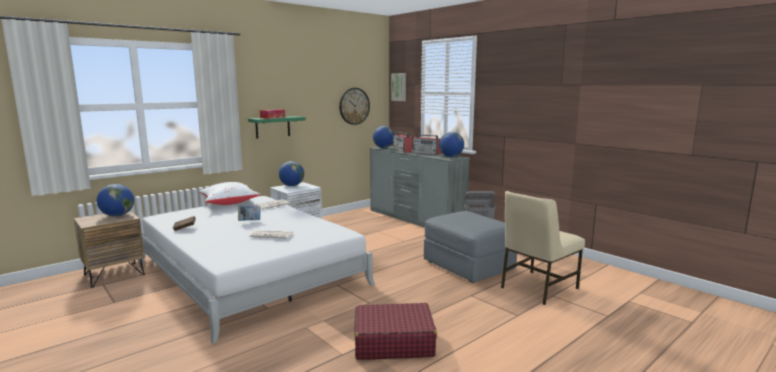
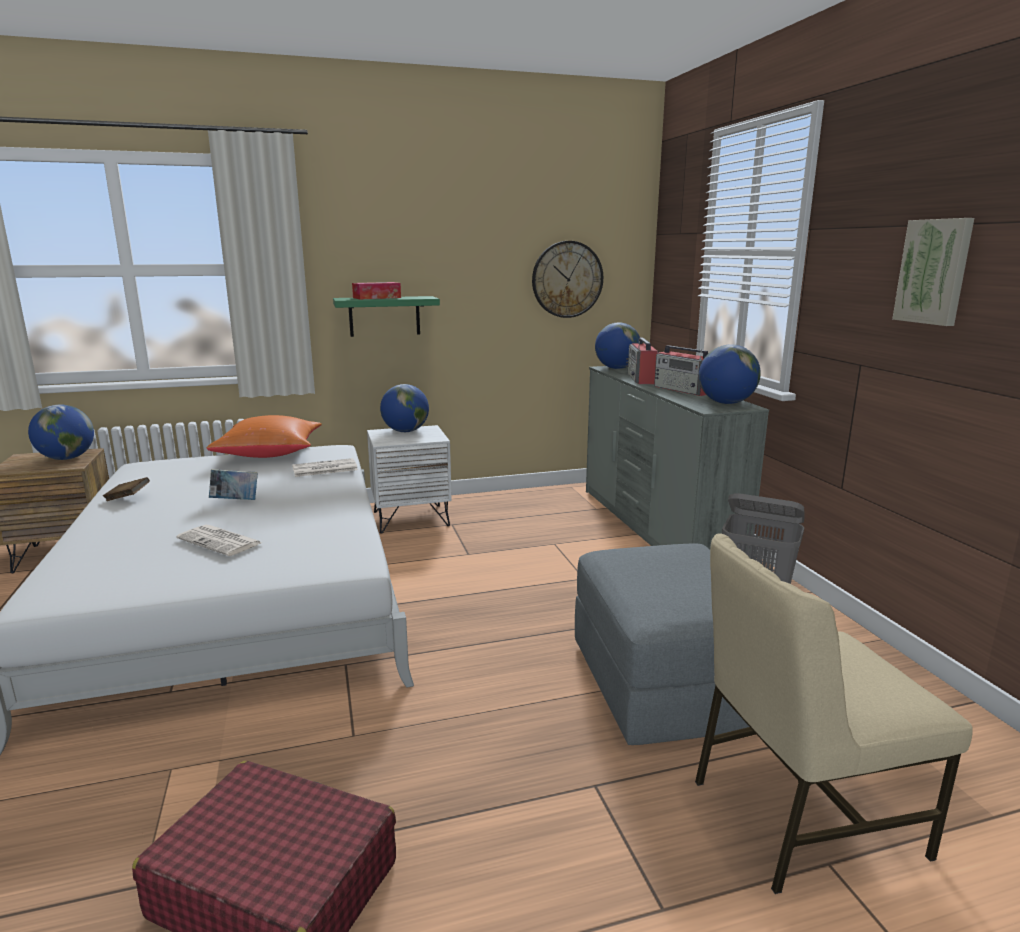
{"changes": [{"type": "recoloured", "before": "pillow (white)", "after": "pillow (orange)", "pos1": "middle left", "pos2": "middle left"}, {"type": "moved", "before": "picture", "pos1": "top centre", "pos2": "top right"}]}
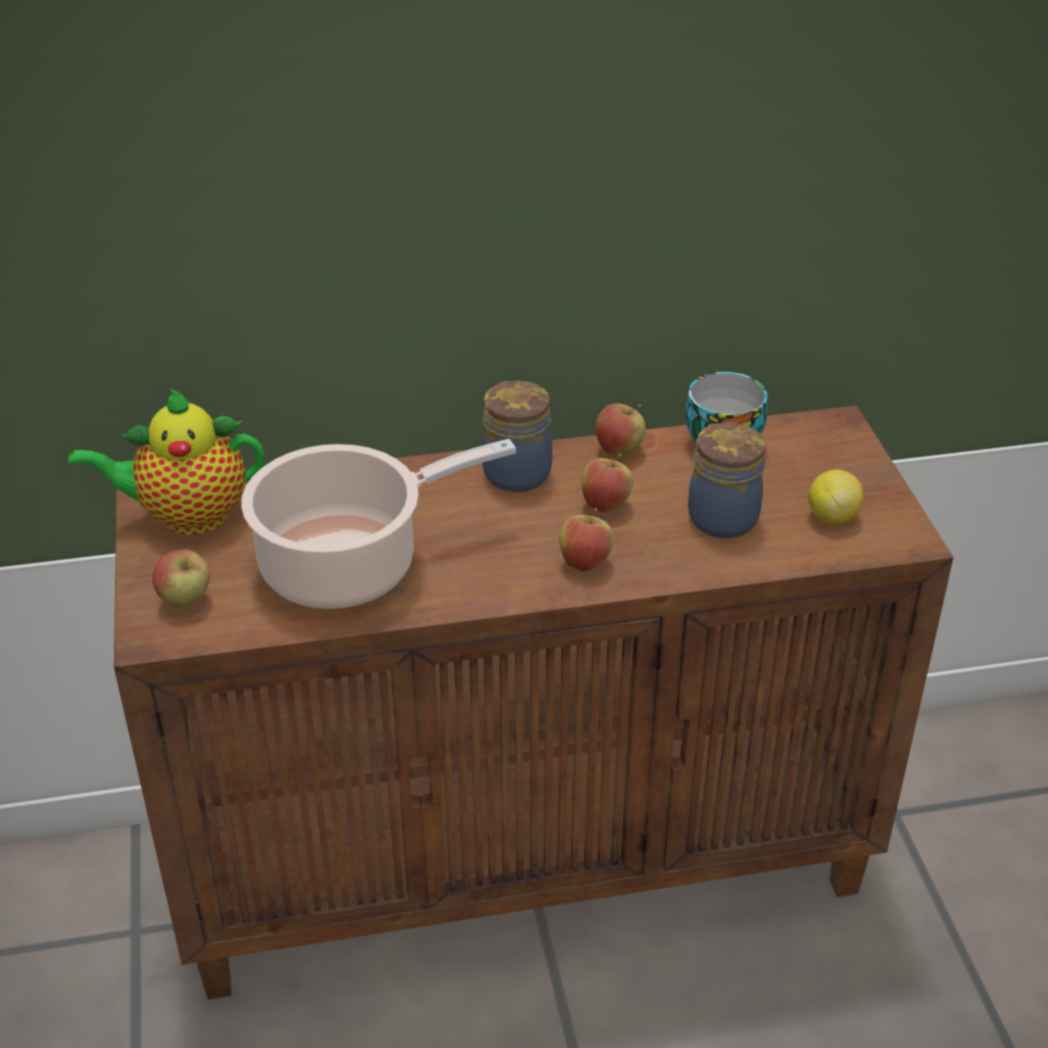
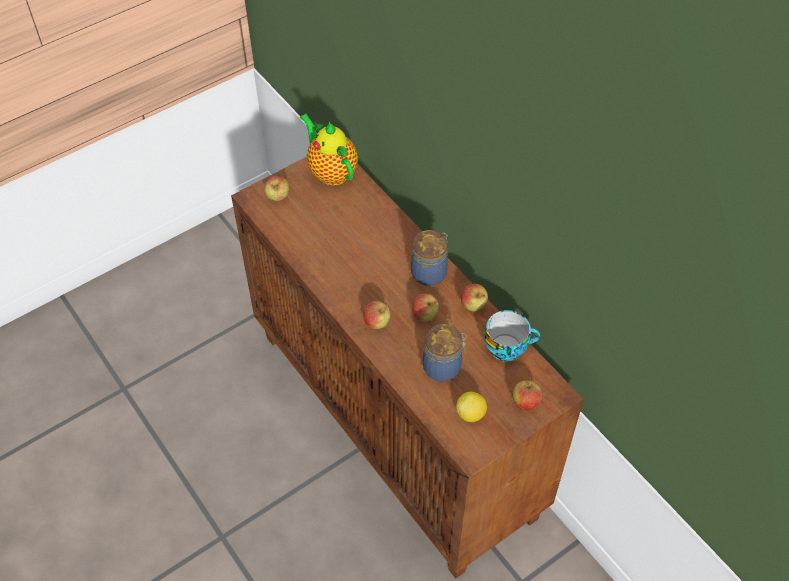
{"changes": [{"type": "added", "after": "apple (5th from left)", "pos2": "bottom right"}, {"type": "removed", "before": "cooking pot", "pos1": "centre"}]}
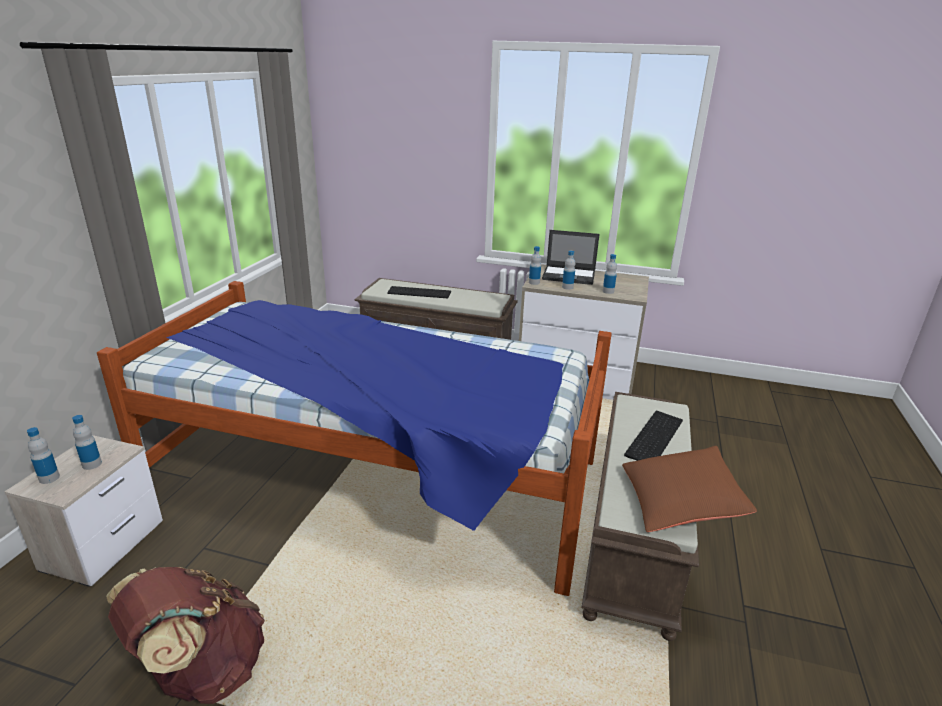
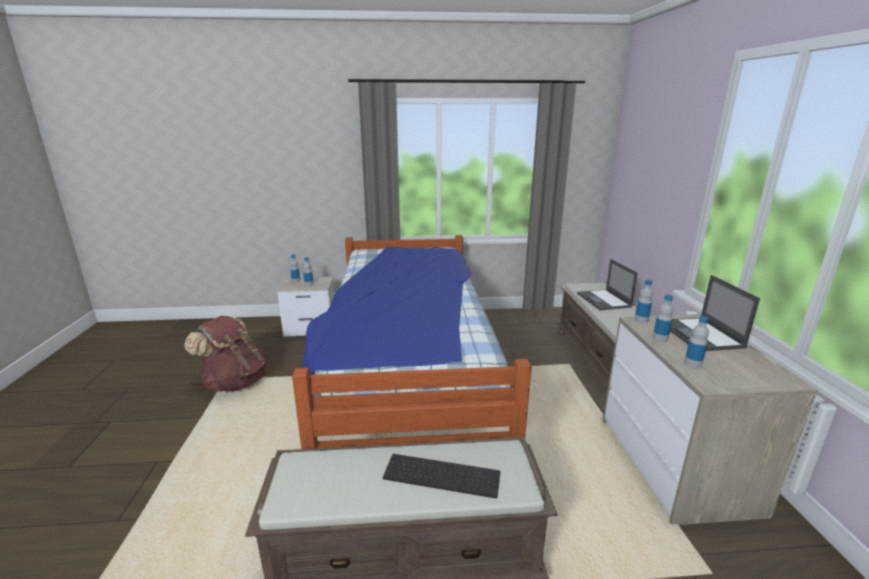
{"changes": [{"type": "replaced", "before": "keyboard (1st from left)", "after": "laptop (1st from left)", "pos1": "centre", "pos2": "middle right"}, {"type": "removed", "before": "pillow (brown)", "pos1": "bottom right"}]}
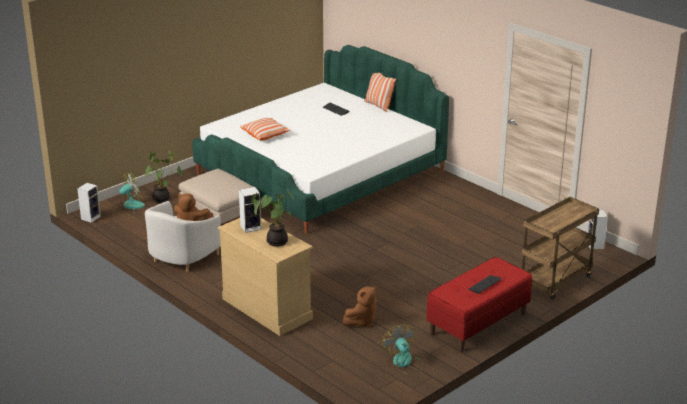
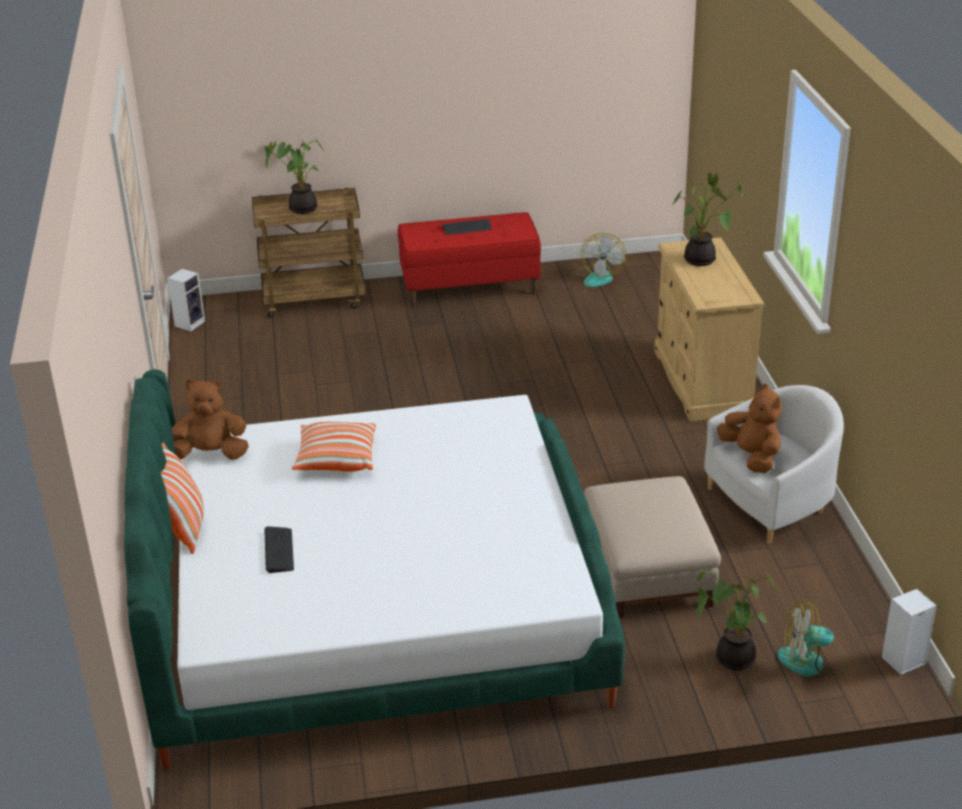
{"changes": [{"type": "moved", "before": "plush toy (brown) (2nd from left in the first image)", "after": "plush toy (brown) (1st from left)", "pos1": "bottom centre", "pos2": "middle left"}, {"type": "added", "after": "potted plant (1st from left)", "pos2": "top left"}, {"type": "moved", "before": "pillow (1st from left in the first image)", "after": "pillow (2nd from left)", "pos1": "top centre", "pos2": "centre"}, {"type": "removed", "before": "speaker (2nd from left)", "pos1": "centre"}]}
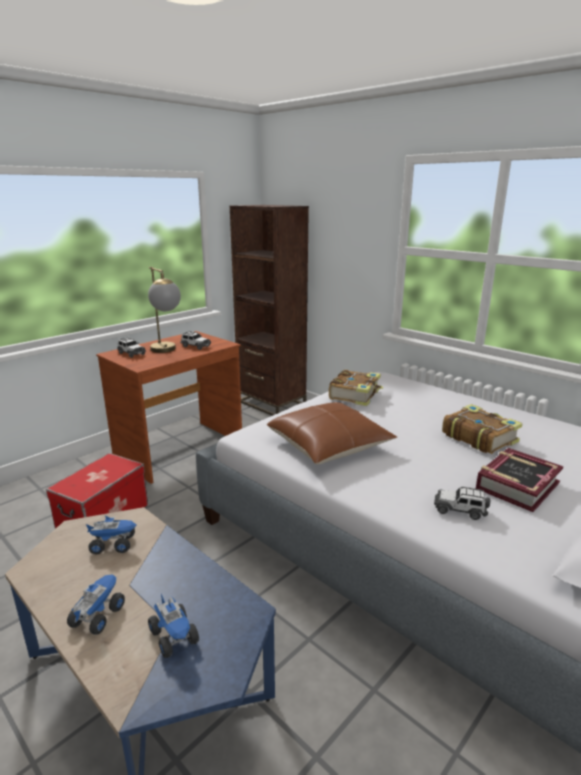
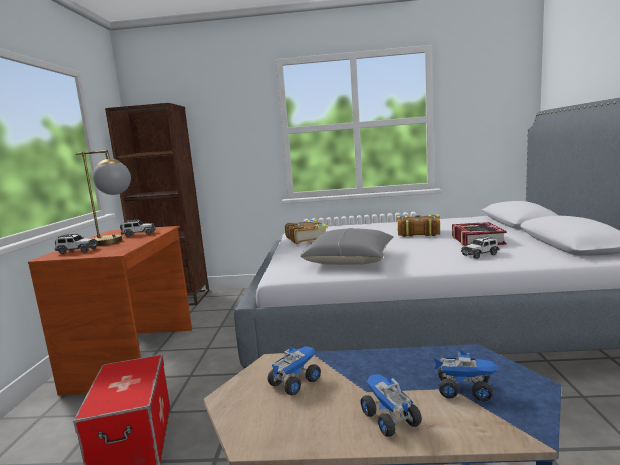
{"changes": [{"type": "recoloured", "before": "pillow (brown)", "after": "pillow (grey)", "pos1": "centre", "pos2": "centre"}]}
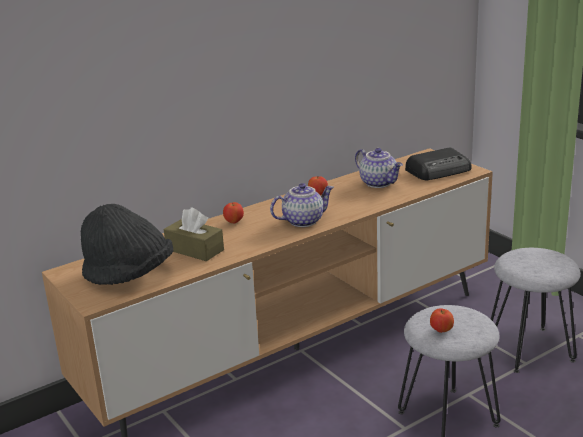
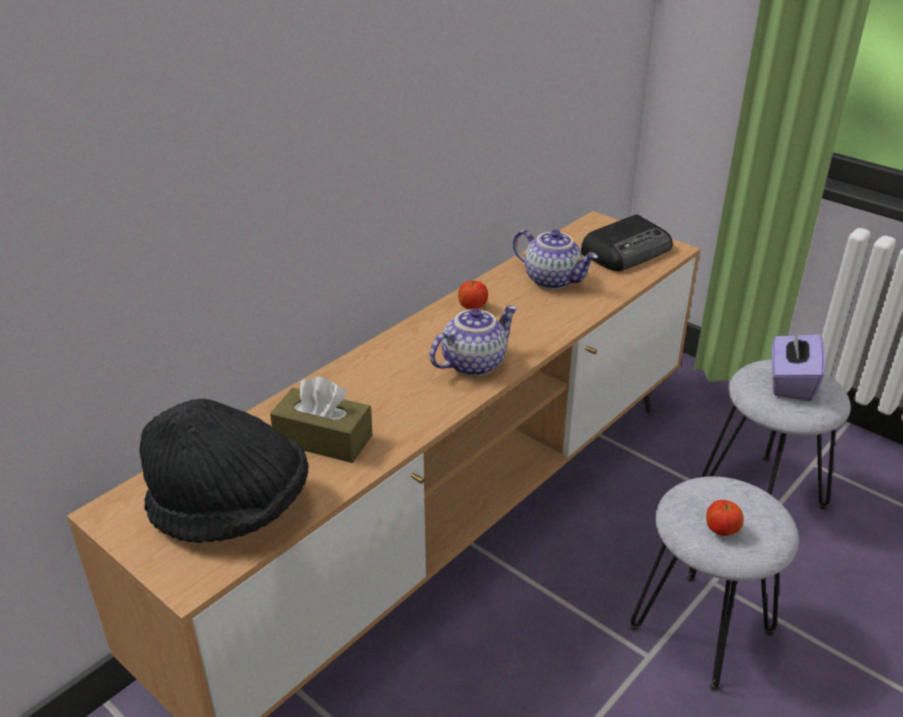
{"changes": [{"type": "added", "after": "tissue box (purple)", "pos2": "middle right"}, {"type": "removed", "before": "apple (1st from left)", "pos1": "centre"}]}
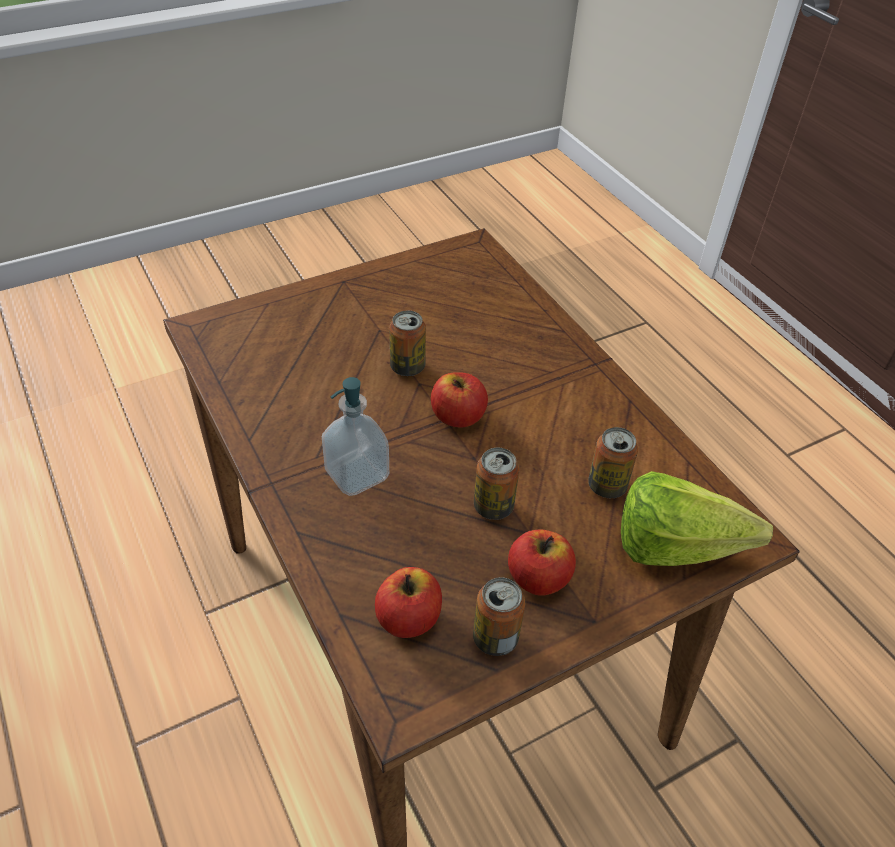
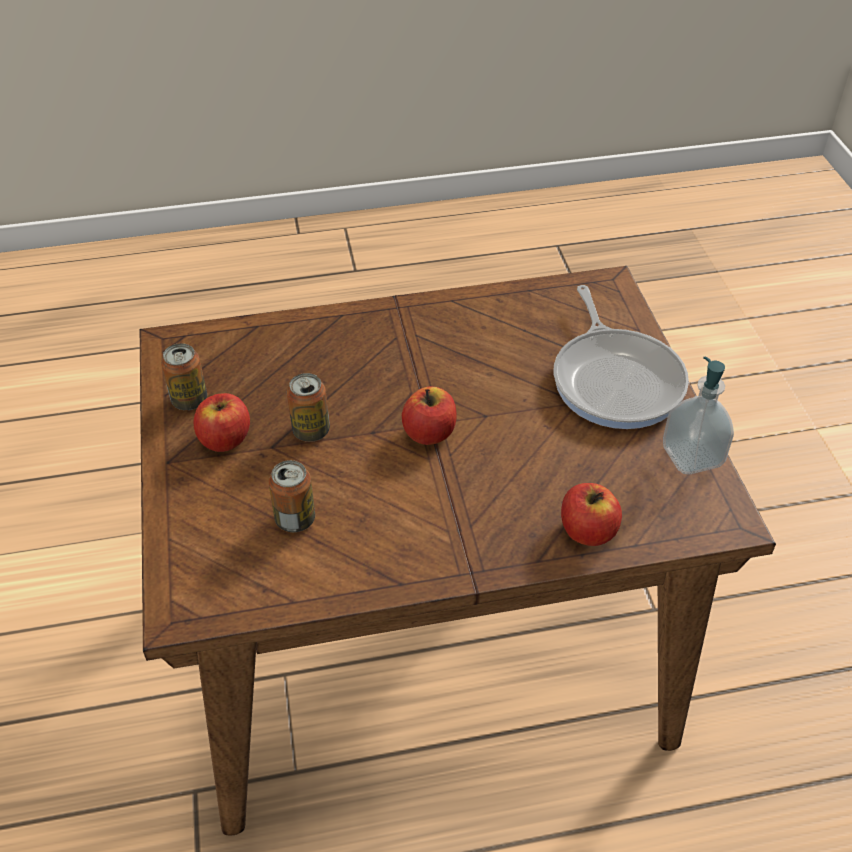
{"changes": [{"type": "added", "after": "frying pan", "pos2": "middle right"}, {"type": "moved", "before": "apple (1st from left in the first image)", "after": "apple (3rd from left)", "pos1": "bottom centre", "pos2": "middle right"}, {"type": "moved", "before": "soap dispenser", "pos1": "centre", "pos2": "middle right"}, {"type": "removed", "before": "can (1st from left)", "pos1": "centre"}, {"type": "removed", "before": "lettuce", "pos1": "middle right"}]}
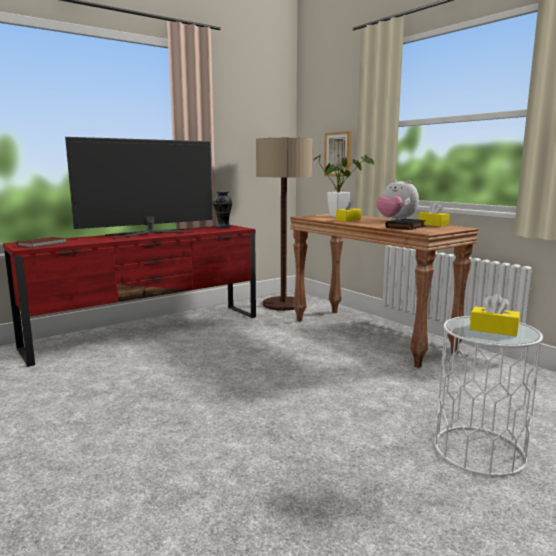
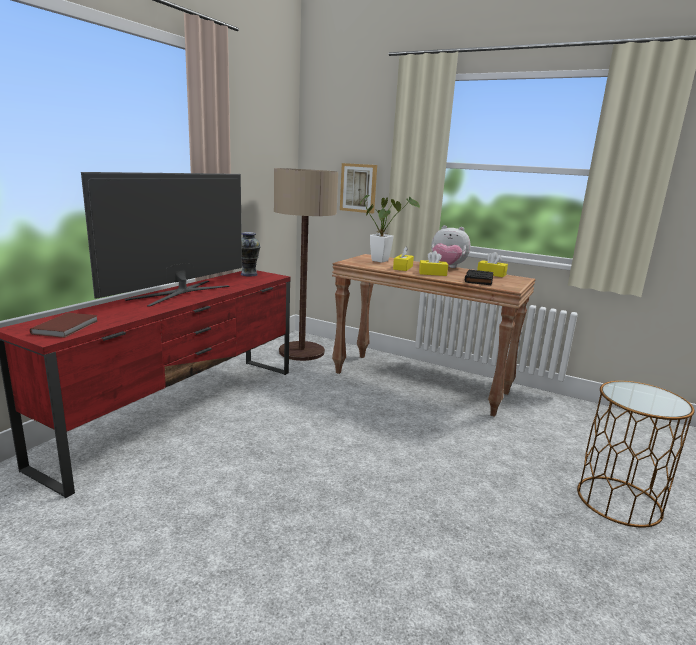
{"changes": [{"type": "moved", "before": "tissue box (yellow) (3rd from left in the first image)", "after": "tissue box (yellow) (2nd from left)", "pos1": "middle right", "pos2": "centre"}, {"type": "recoloured", "before": "side table (white)", "after": "side table (brown)", "pos1": "bottom right", "pos2": "bottom right"}]}
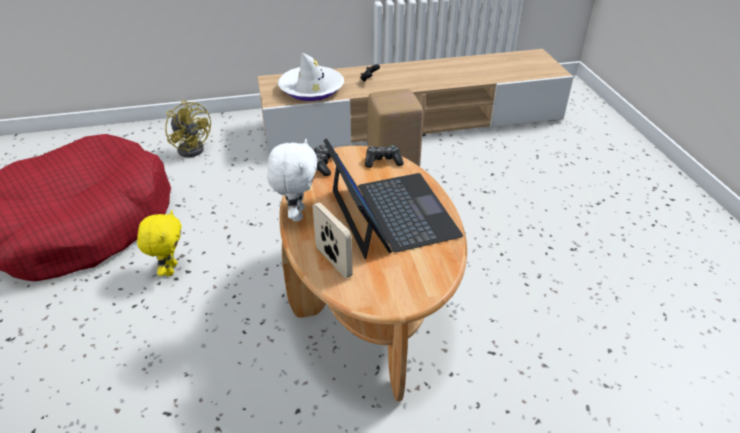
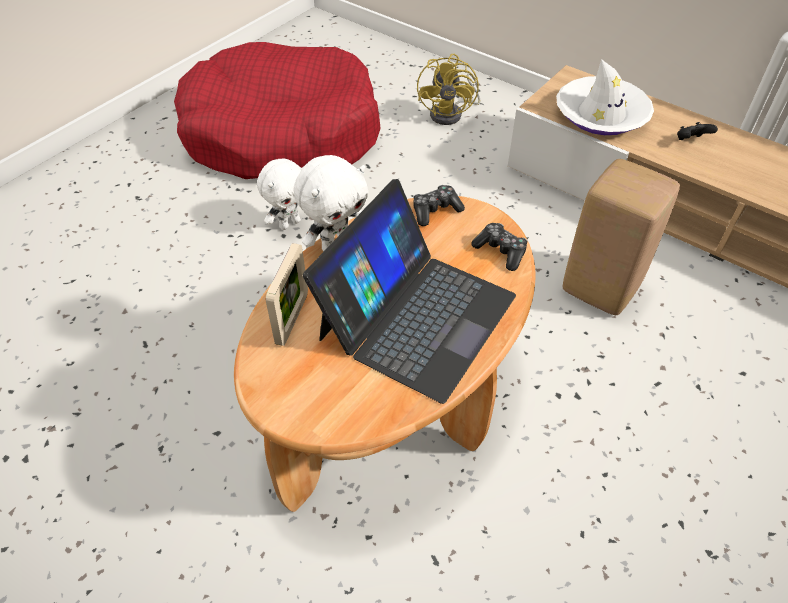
{"changes": [{"type": "recoloured", "before": "plush toy (yellow)", "after": "plush toy (white) (1st from left)", "pos1": "middle left", "pos2": "top centre"}]}
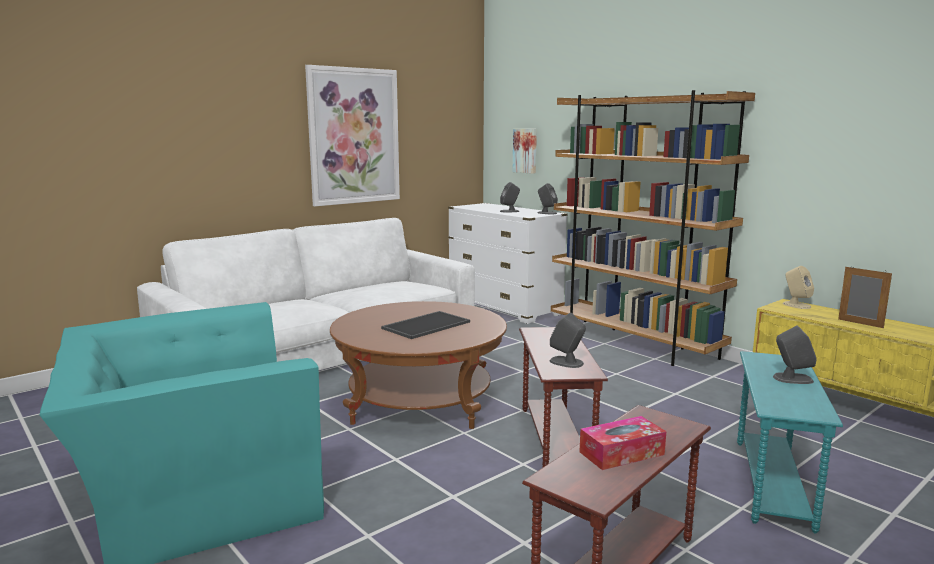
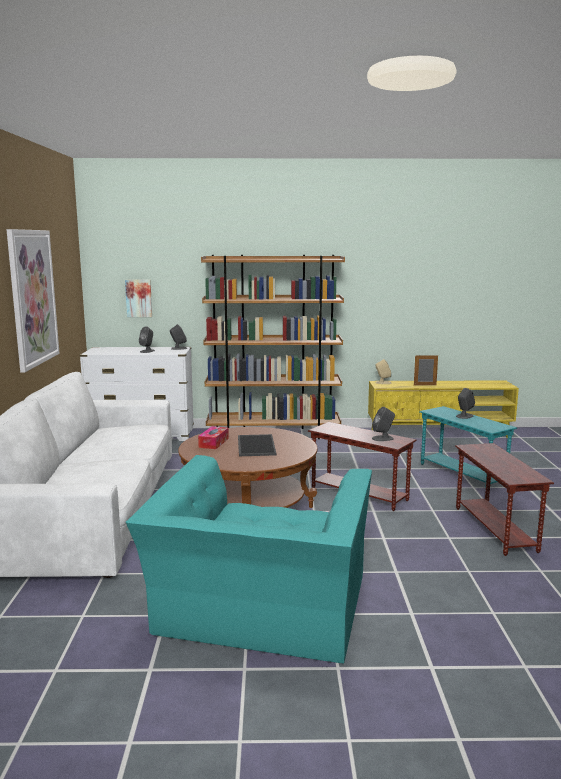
{"changes": [{"type": "moved", "before": "tissue box", "pos1": "bottom right", "pos2": "centre"}]}
